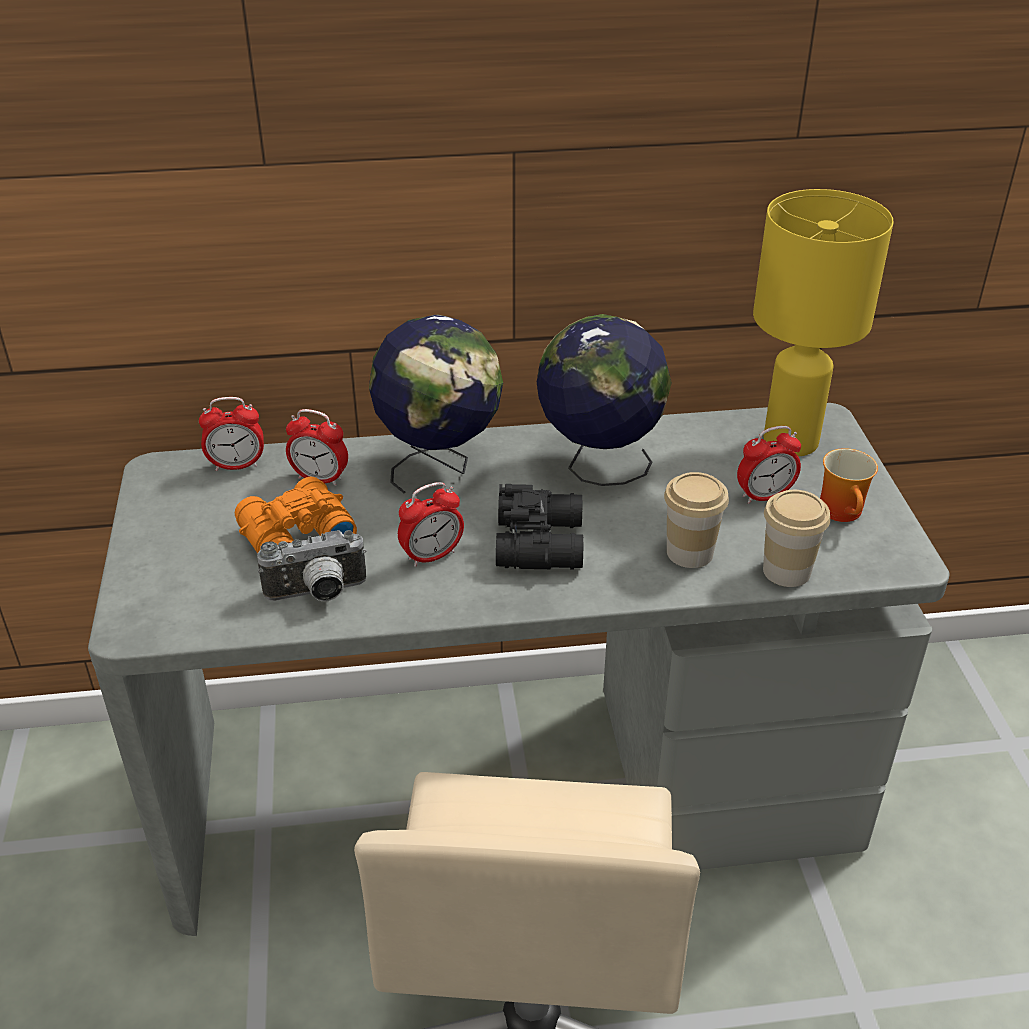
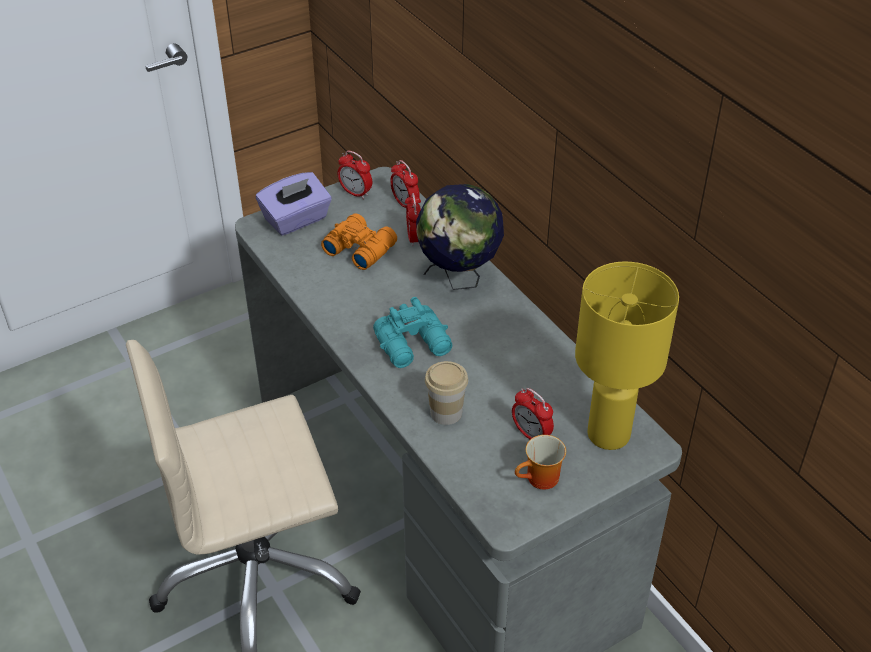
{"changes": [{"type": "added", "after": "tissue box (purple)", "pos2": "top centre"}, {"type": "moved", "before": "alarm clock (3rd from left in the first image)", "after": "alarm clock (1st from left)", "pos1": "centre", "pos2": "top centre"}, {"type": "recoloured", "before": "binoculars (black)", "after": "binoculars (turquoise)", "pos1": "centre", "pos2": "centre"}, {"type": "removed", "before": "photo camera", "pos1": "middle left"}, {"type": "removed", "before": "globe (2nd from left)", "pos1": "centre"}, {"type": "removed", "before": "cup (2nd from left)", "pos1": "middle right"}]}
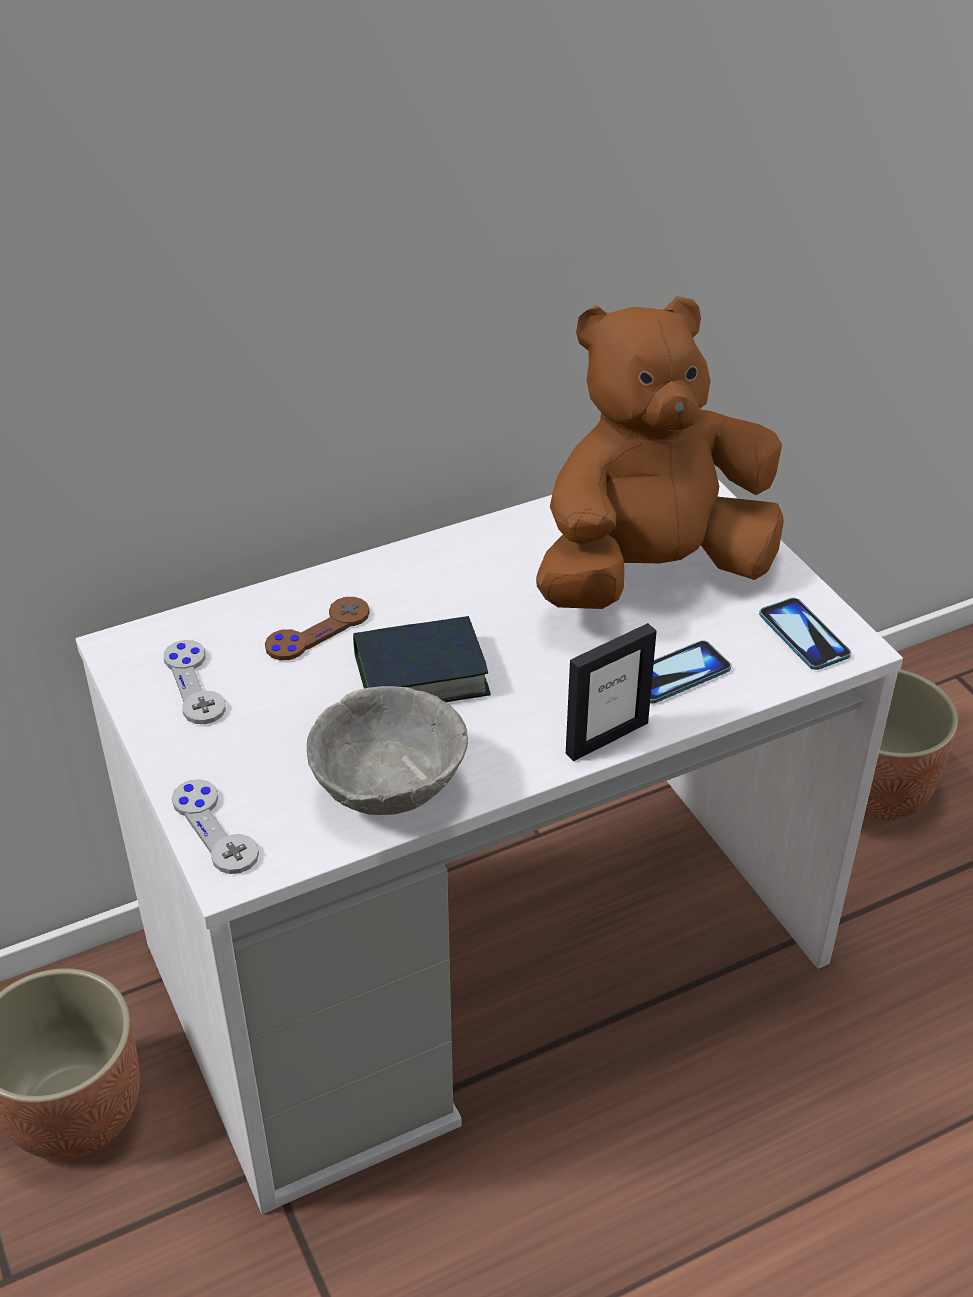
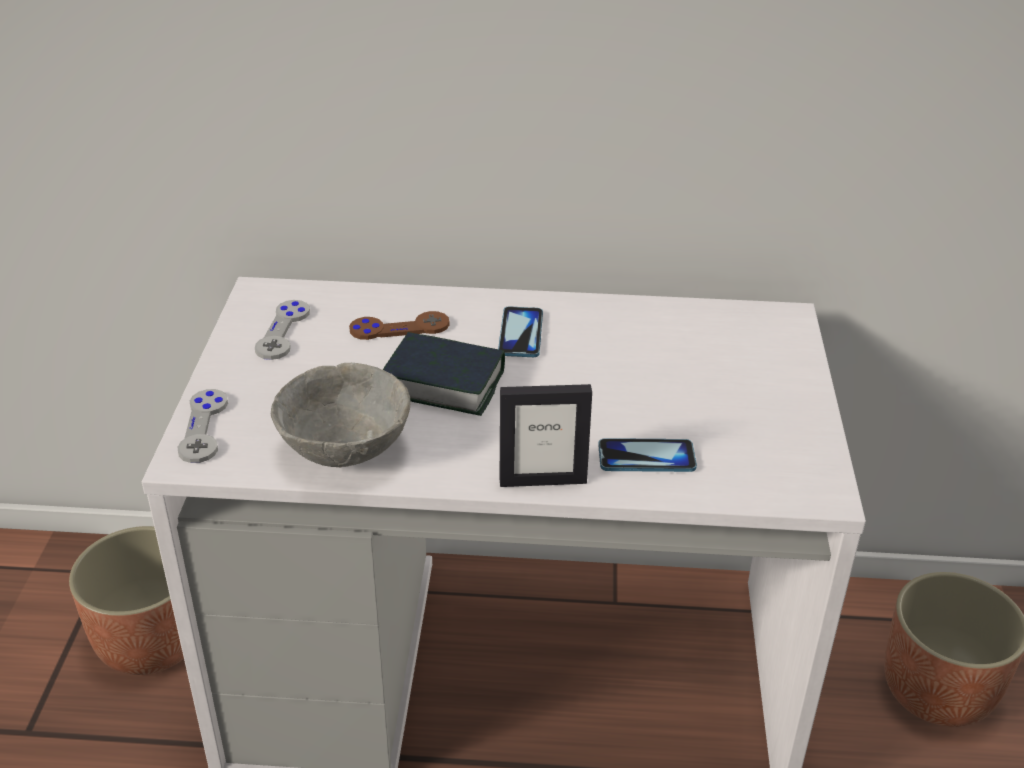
{"changes": [{"type": "moved", "before": "phone (2nd from left in the first image)", "after": "phone (1st from left)", "pos1": "middle right", "pos2": "centre"}, {"type": "removed", "before": "plush toy (brown)", "pos1": "middle right"}]}
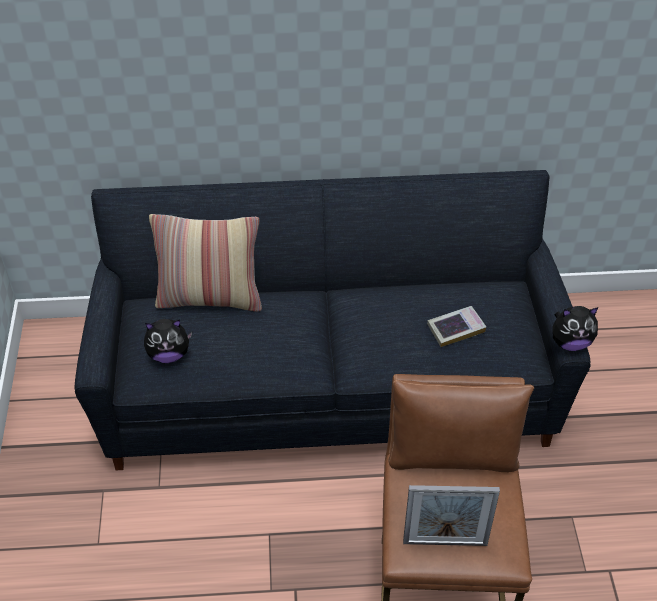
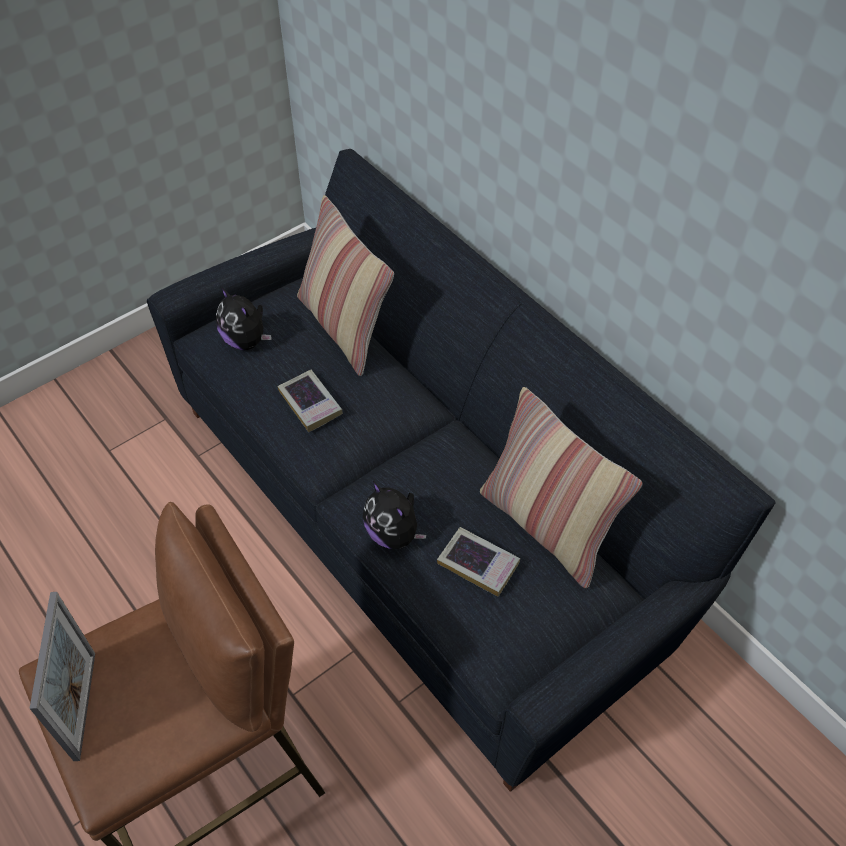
{"changes": [{"type": "turned", "before": "picture frame", "pos1": "bottom right", "pos2": "bottom left", "turn": -150}, {"type": "added", "after": "book (1st from left)", "pos2": "centre"}, {"type": "moved", "before": "plush toy (2nd from left)", "pos1": "middle right", "pos2": "centre"}, {"type": "added", "after": "pillow (2nd from left)", "pos2": "centre"}]}
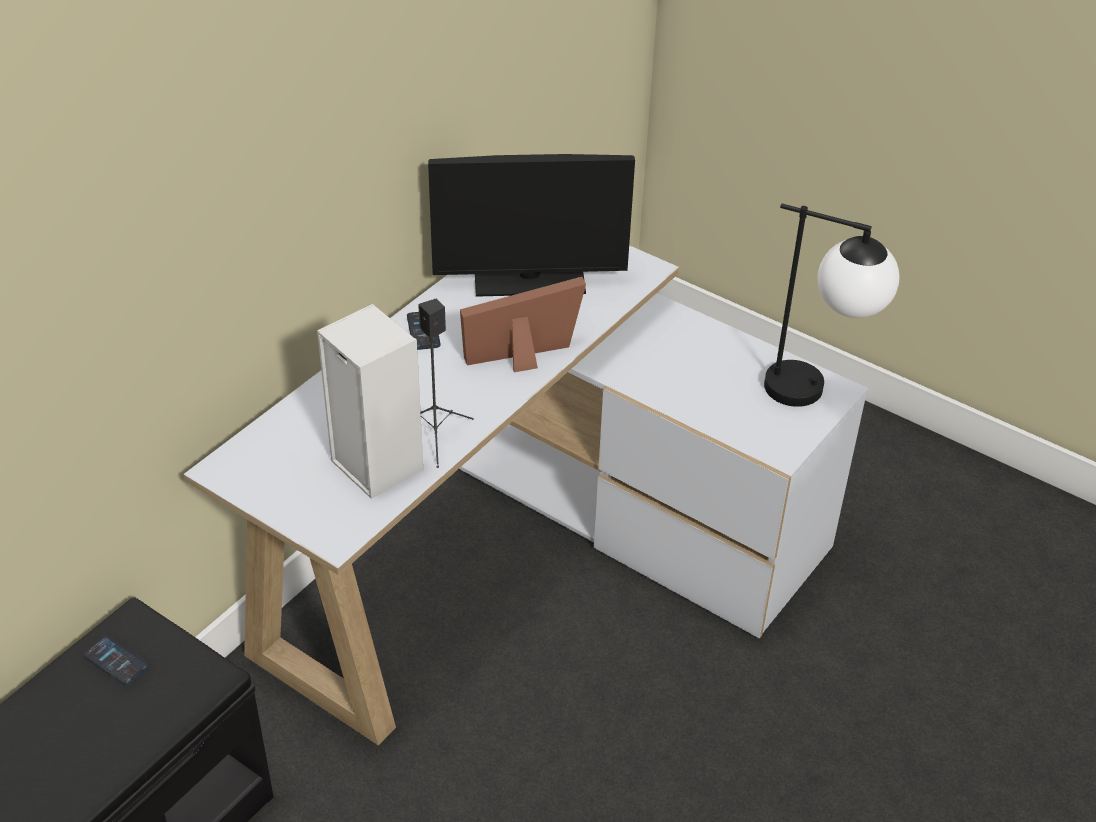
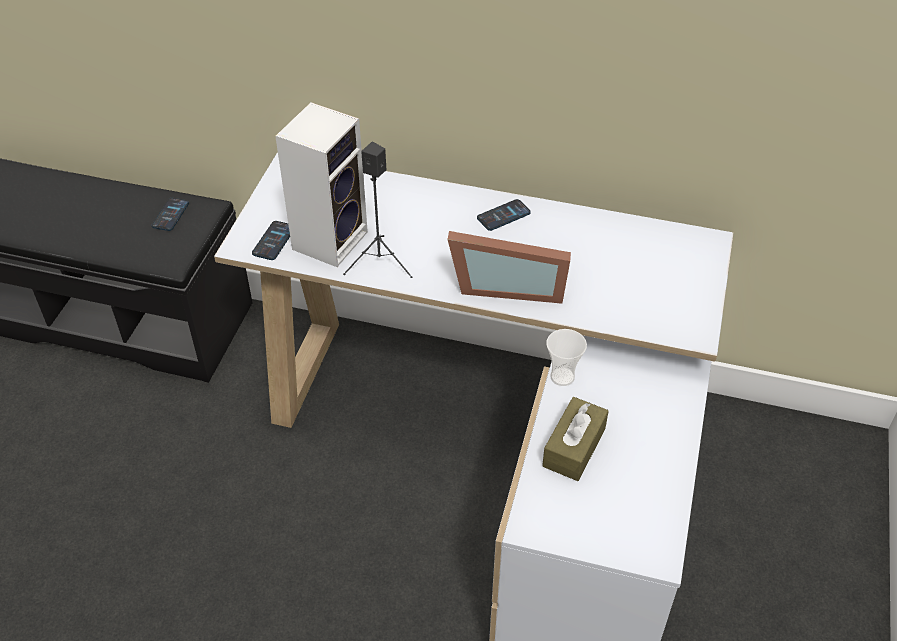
{"changes": [{"type": "added", "after": "phone (2nd from left)", "pos2": "middle left"}, {"type": "turned", "before": "picture frame", "pos1": "centre", "pos2": "centre", "turn": 135}, {"type": "added", "after": "tissue box (brown)", "pos2": "bottom centre"}, {"type": "added", "after": "cup", "pos2": "centre"}, {"type": "removed", "before": "monitor", "pos1": "top centre"}, {"type": "removed", "before": "table lamp", "pos1": "middle right"}]}
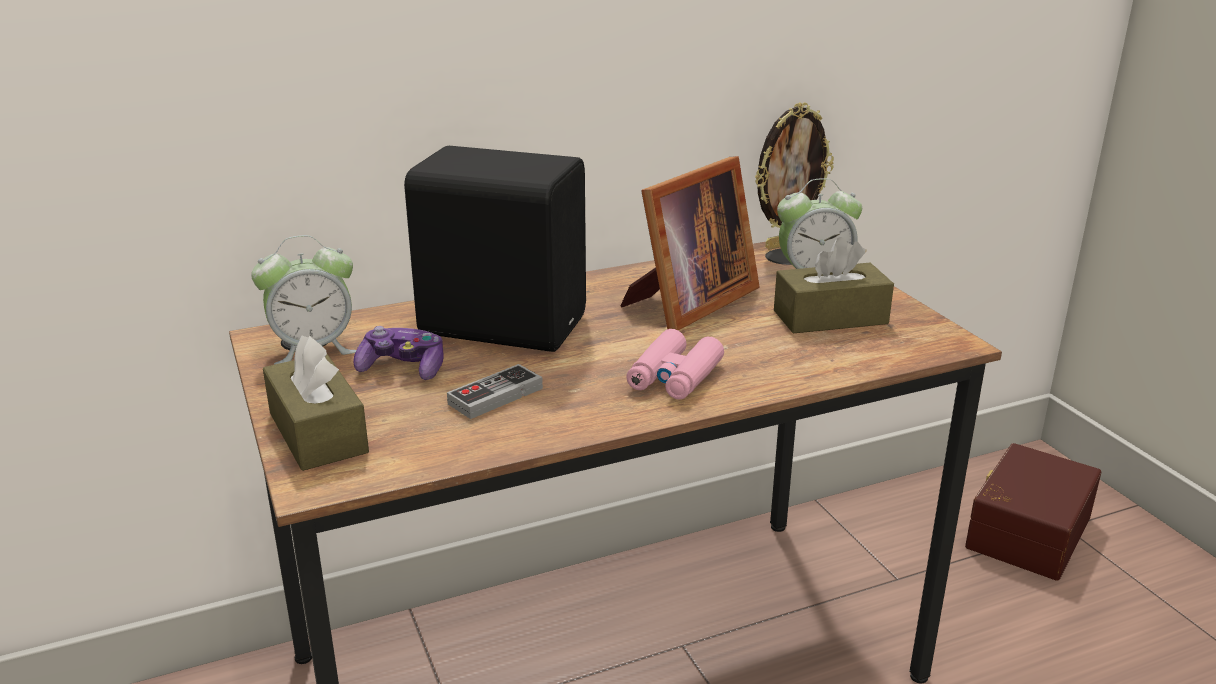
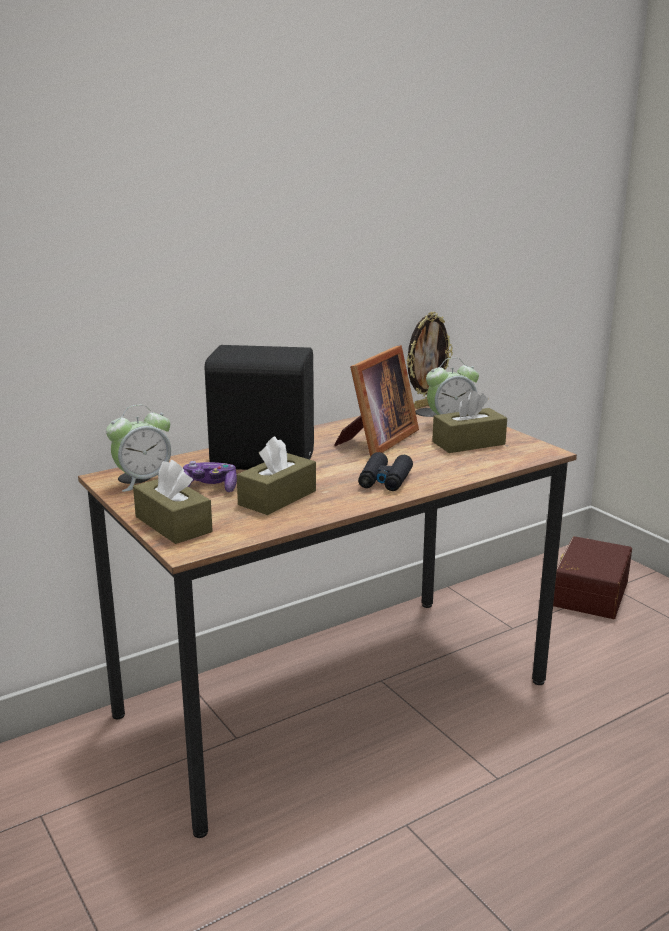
{"changes": [{"type": "replaced", "before": "game controller (2nd from left)", "after": "tissue box (brown) (2nd from left)", "pos1": "centre", "pos2": "centre"}, {"type": "recoloured", "before": "binoculars (pink)", "after": "binoculars (black)", "pos1": "centre", "pos2": "centre"}]}
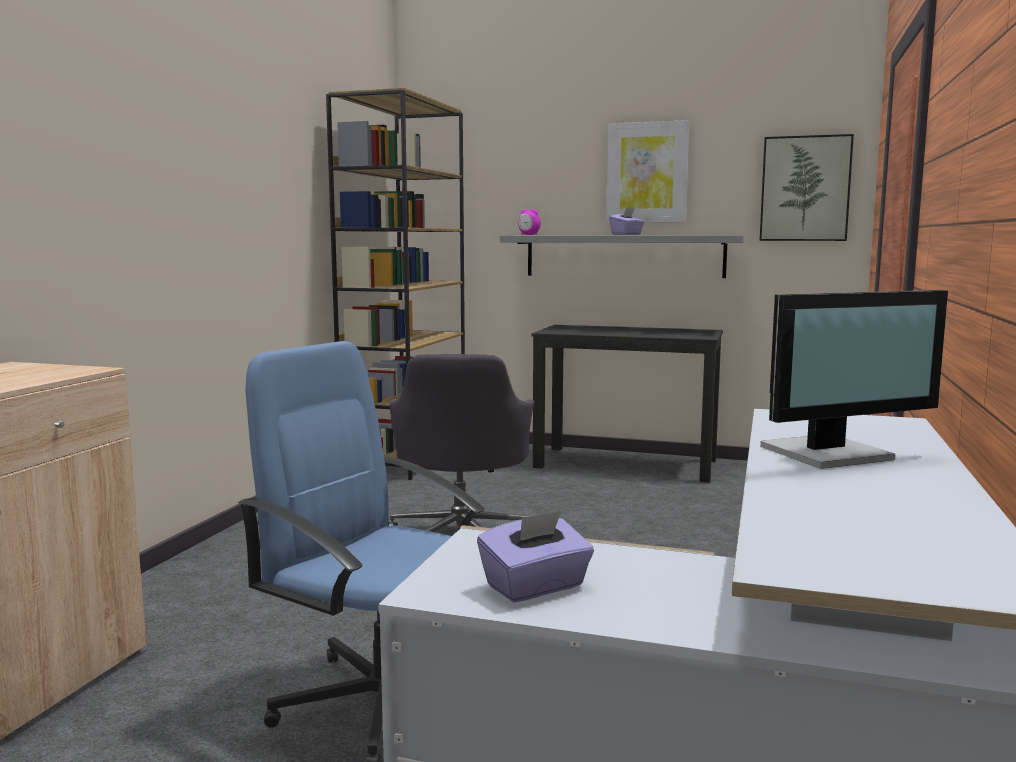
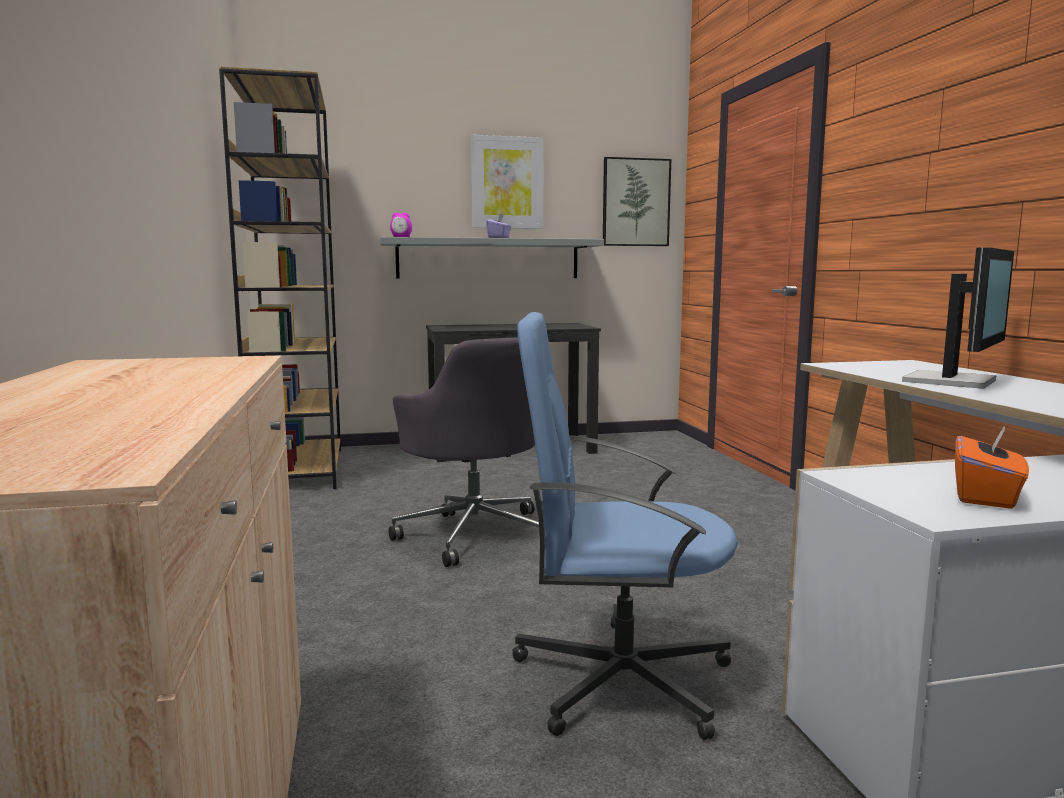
{"changes": [{"type": "recoloured", "before": "tissue box (purple) (1st from left)", "after": "tissue box (orange)", "pos1": "bottom centre", "pos2": "middle right"}]}
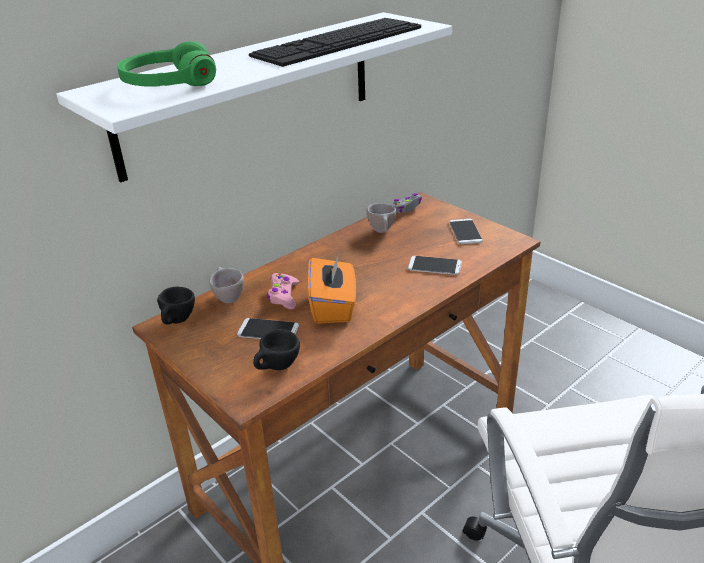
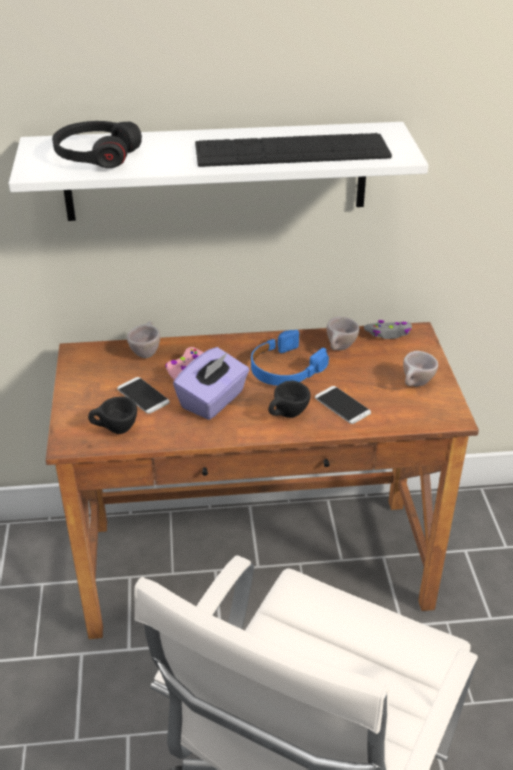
{"changes": [{"type": "recoloured", "before": "headphones (green)", "after": "headphones (black)", "pos1": "top left", "pos2": "top left"}, {"type": "recoloured", "before": "tissue box (orange)", "after": "tissue box (purple)", "pos1": "centre", "pos2": "centre"}, {"type": "added", "after": "headphones (blue)", "pos2": "centre"}, {"type": "moved", "before": "cup (black) (1st from left in the first image)", "after": "cup (black) (2nd from left)", "pos1": "middle left", "pos2": "centre"}, {"type": "replaced", "before": "phone (3rd from left)", "after": "cup (beige) (3rd from left)", "pos1": "centre", "pos2": "middle right"}]}
